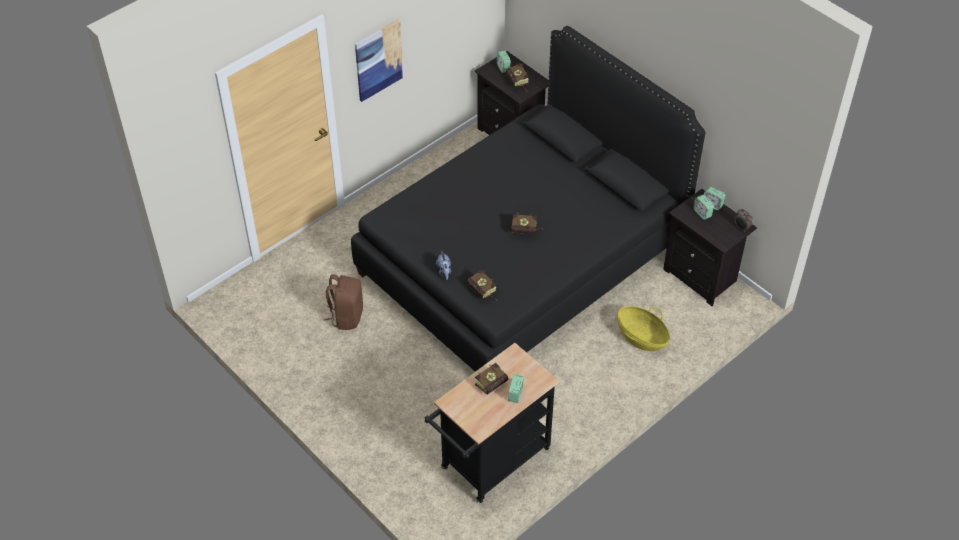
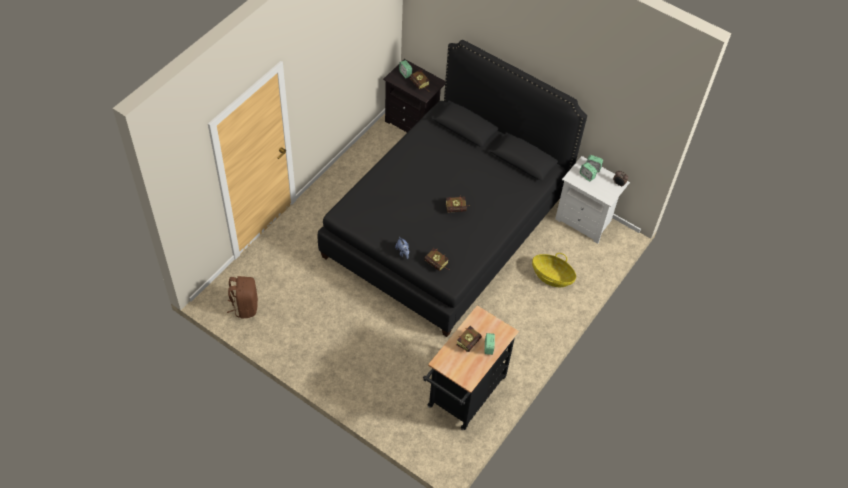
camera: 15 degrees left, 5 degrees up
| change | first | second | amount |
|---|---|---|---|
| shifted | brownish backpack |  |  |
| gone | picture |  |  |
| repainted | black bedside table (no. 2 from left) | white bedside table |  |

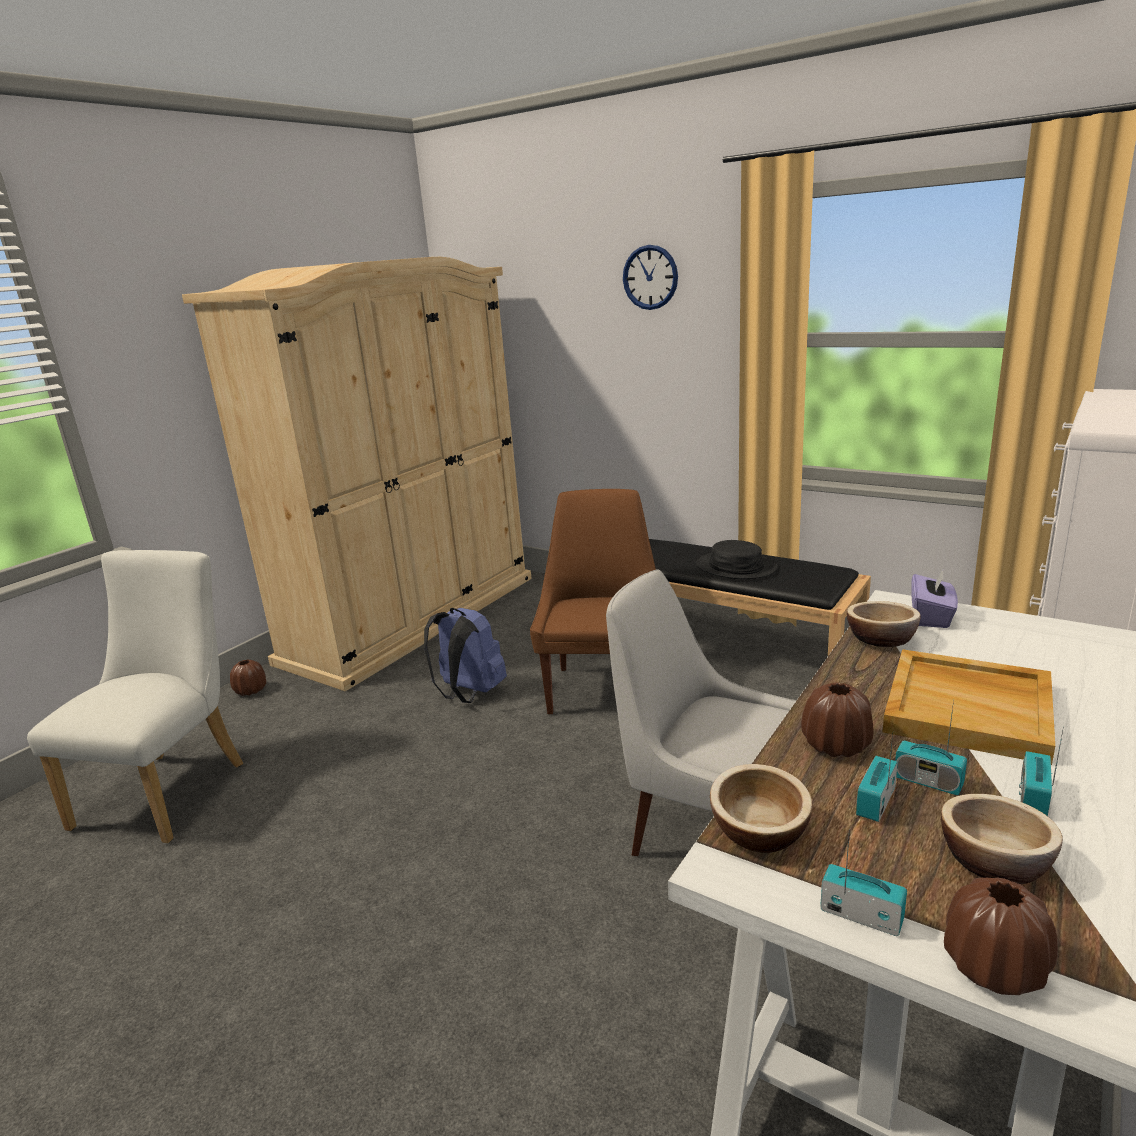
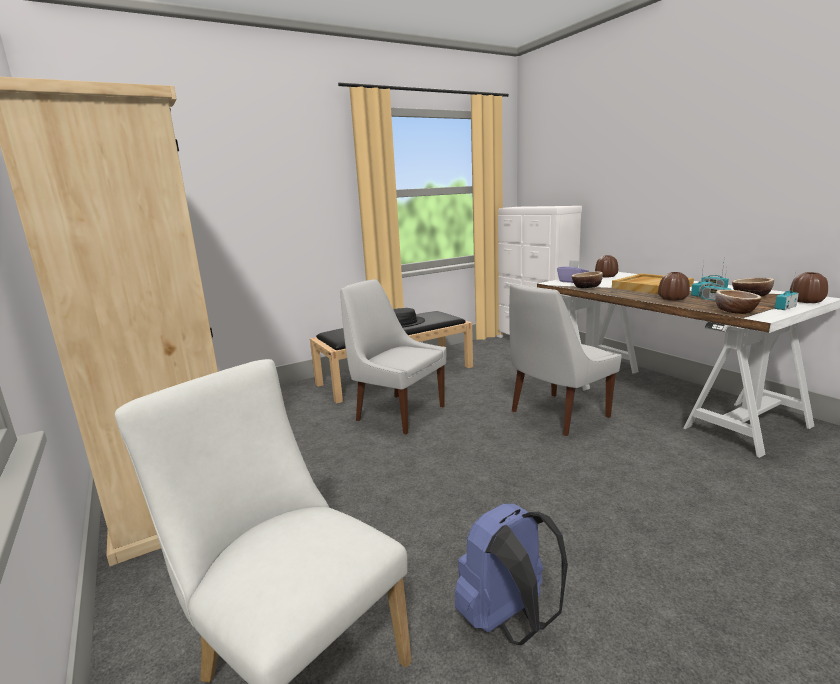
camera: 65 degrees left, 5 degrees down
| change | first | second | amount |
|---|---|---|---|
| shifted | brownish vase (no. 1 from left) |  |  |
| shifted | blue backpack |  |  |
| repainted | brownish upright chair | white upright chair (no. 2 from left) |  |
| gone | clock on the wall |  |  |

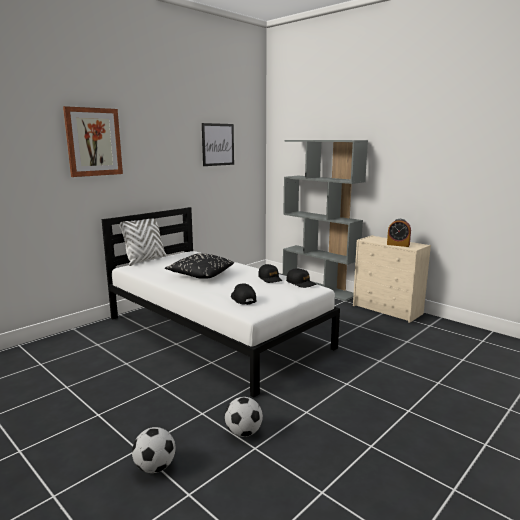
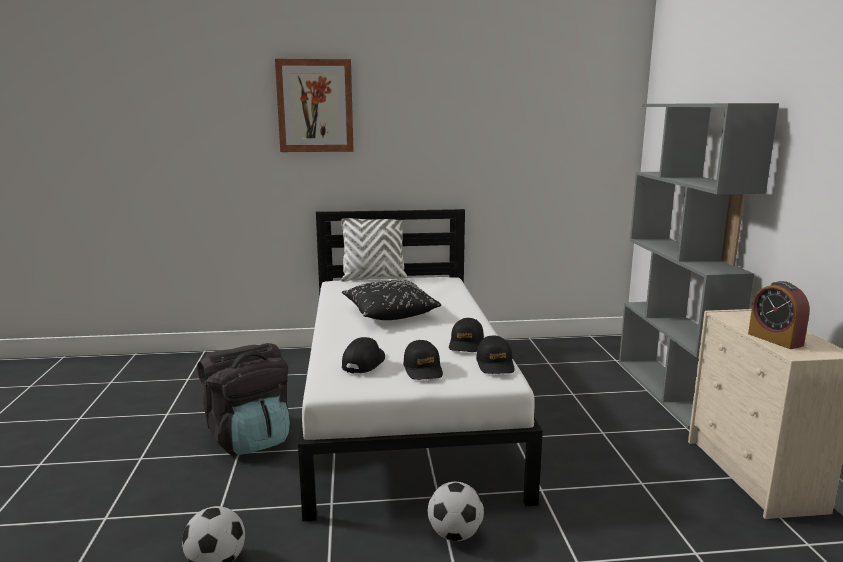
camera: 40 degrees right, 0 degrees up
| change | first | second | amount |
|---|---|---|---|
| shifted | football (no. 1 from left in the first image) | football (no. 2 from left) |  |
| gone | picture (no. 2 from left) |  |  |
| new |  | black backpack |  |
| new |  | black baseball cap (no. 2 from left) |  |

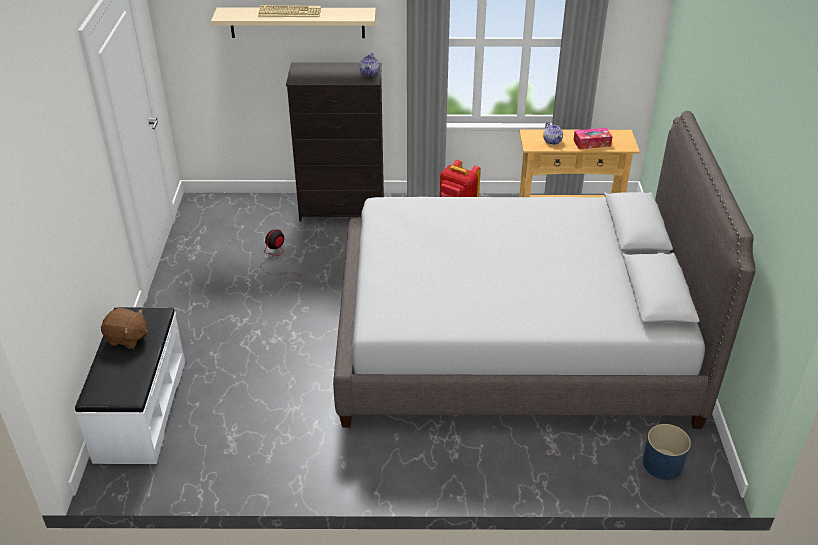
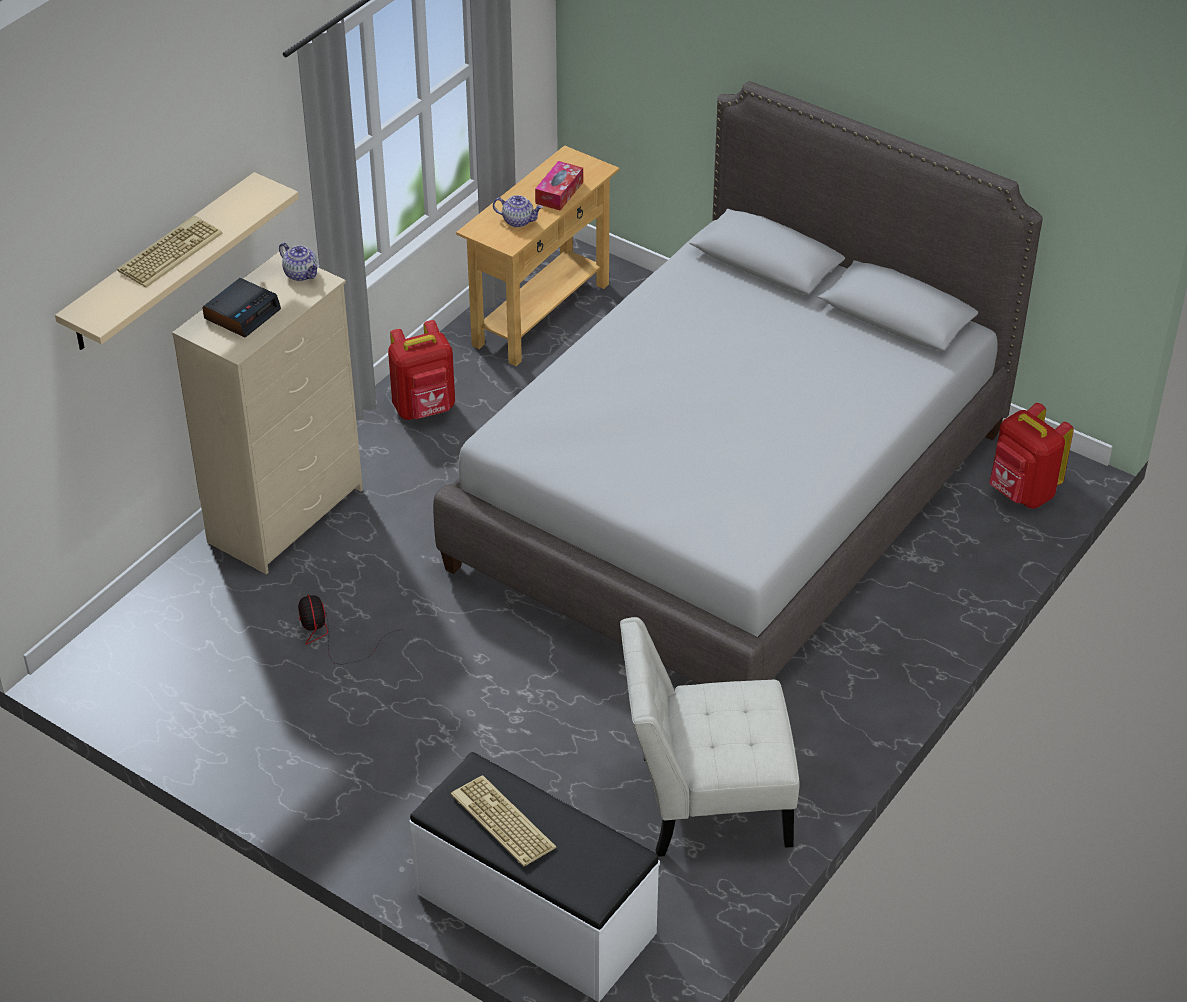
camera: 55 degrees left, 5 degrees up
| change | first | second | amount |
|---|---|---|---|
| swapped | brownish plush toy | PC keyboard (no. 2 from left) |  |
| repainted | black chest of drawers | beige-coloured chest of drawers |  |
| swapped | blue plant pot | red-coloured backpack (no. 2 from left) |  |
| new |  | alarm clock |  |
| new |  | white upright chair |  |

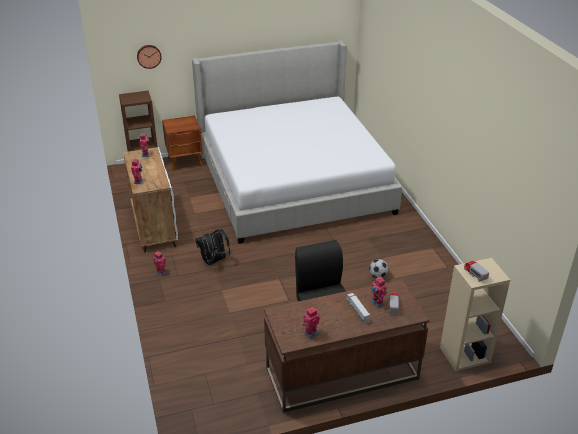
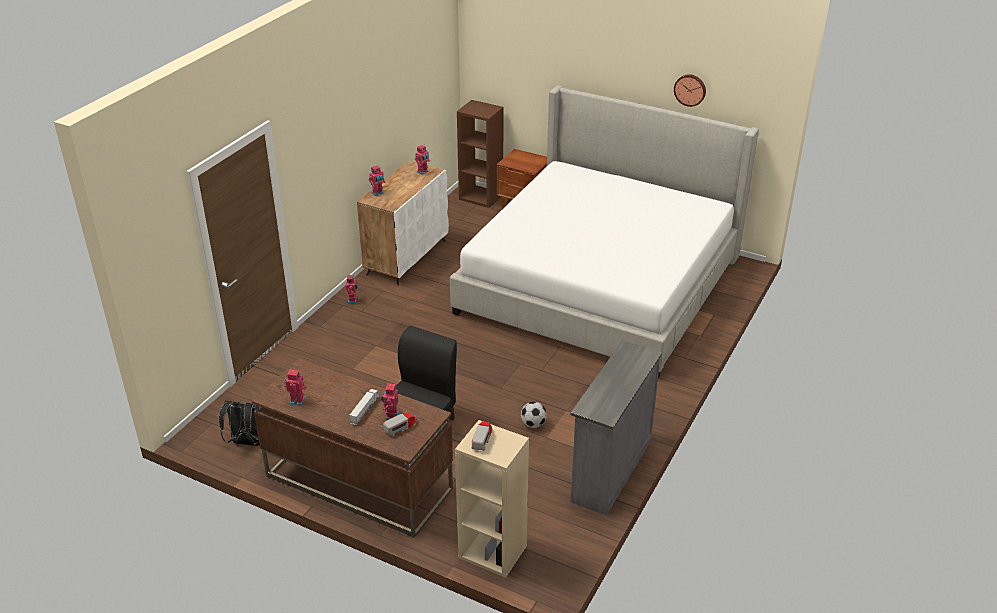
camera: 45 degrees right, 0 degrees up
| change | first | second | amount |
|---|---|---|---|
| shifted | clock on the wall |  |  |
| shifted | black backpack |  |  |
| new |  | greyish chest of drawers |  |

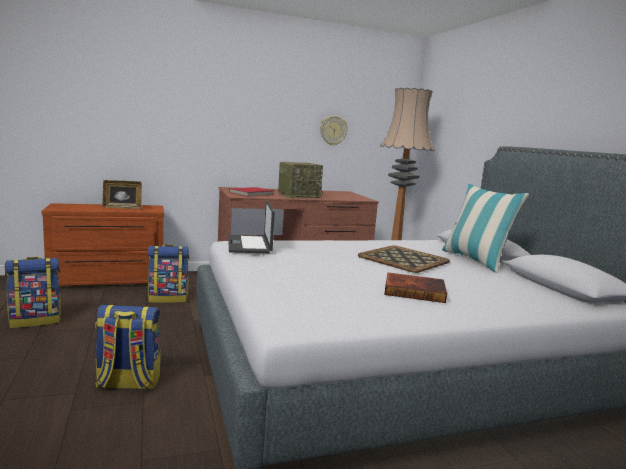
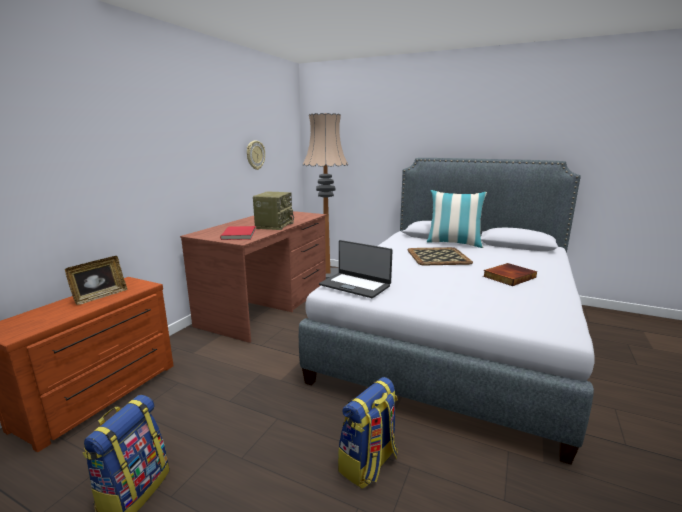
camera: 45 degrees left, 5 degrees up
| change | first | second | amount |
|---|---|---|---|
| gone | backpack (no. 3 from left) |  |  |

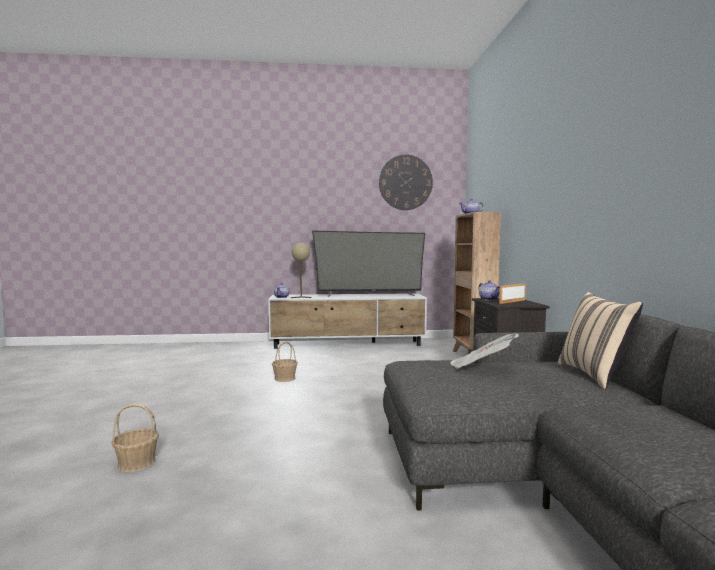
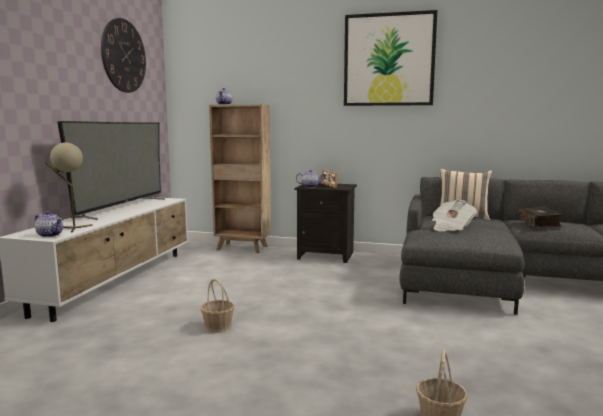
camera: 70 degrees left, 5 degrees up
| change | first | second | amount |
|---|---|---|---|
| new |  | picture |  |
| new |  | volume |  |

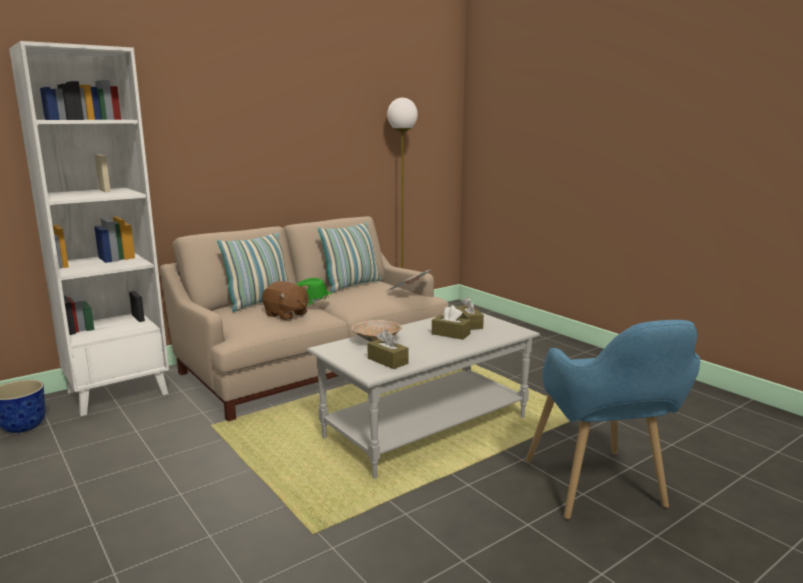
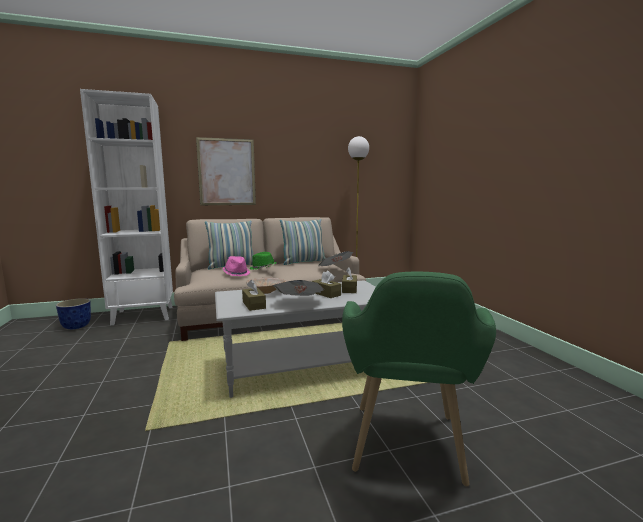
camera: 20 degrees right, 5 degrees down
| change | first | second | amount |
|---|---|---|---|
| swapped | brownish plush toy | pinkish hat |  |
| repainted | blue armchair | green-coloured armchair |  |
| new |  | picture |  |
| new |  | newspaper (no. 1 from left) |  |

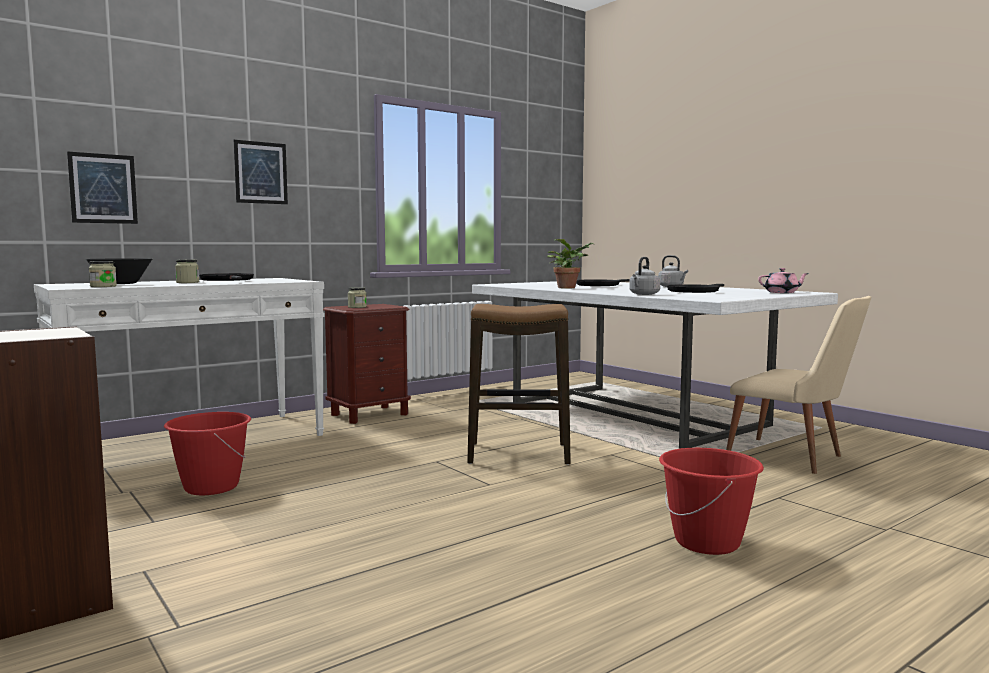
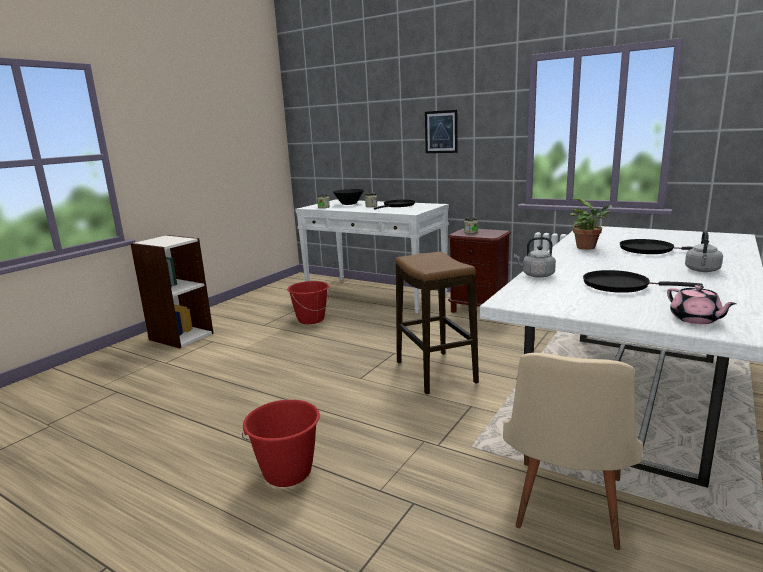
camera: 70 degrees right, 10 degrees up
| change | first | second | amount |
|---|---|---|---|
| gone | picture (no. 1 from left) |  |  |

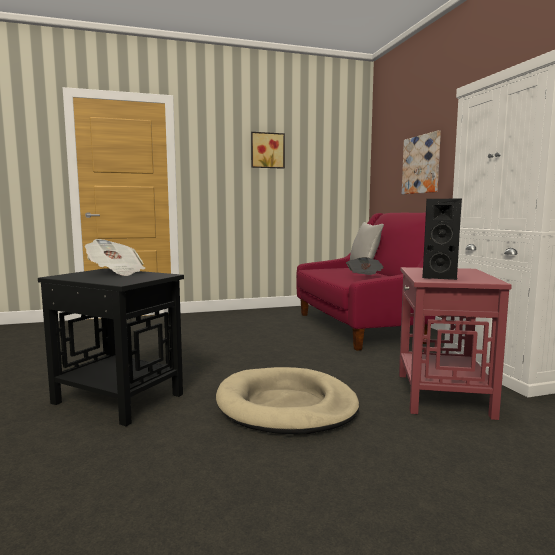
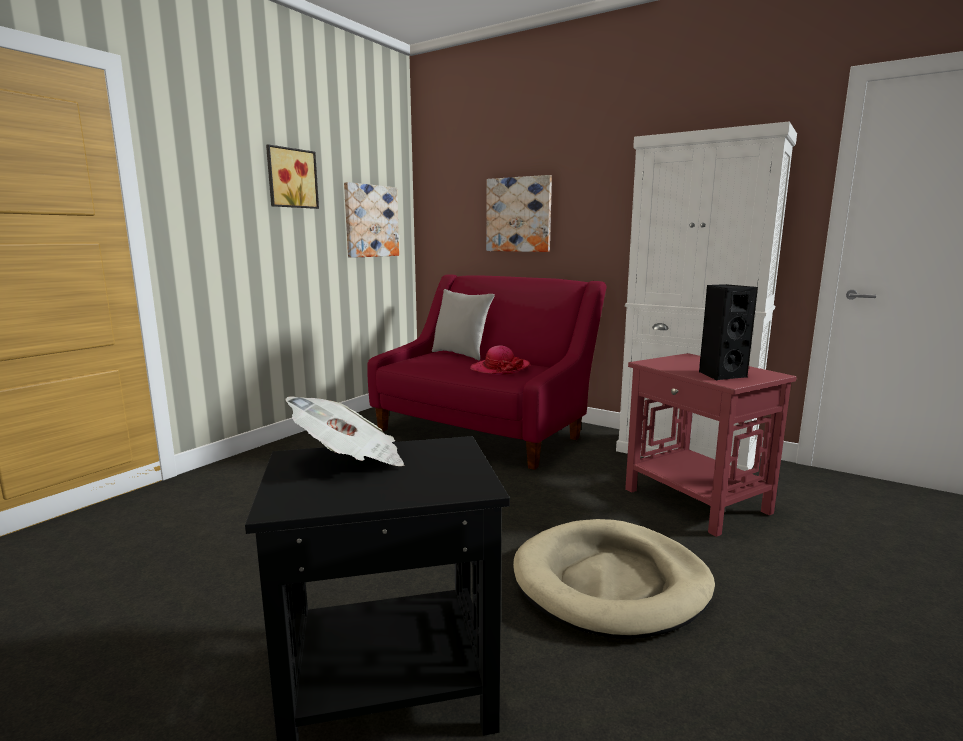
camera: 40 degrees left, 5 degrees up
| change | first | second | amount |
|---|---|---|---|
| swapped | newspaper (no. 2 from left) | hat |  |
| new |  | picture (no. 2 from left) |  |

